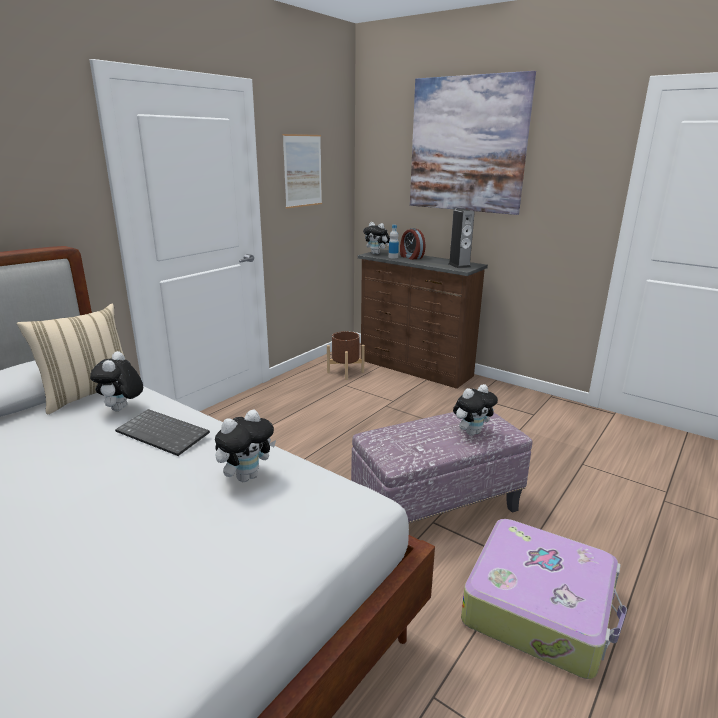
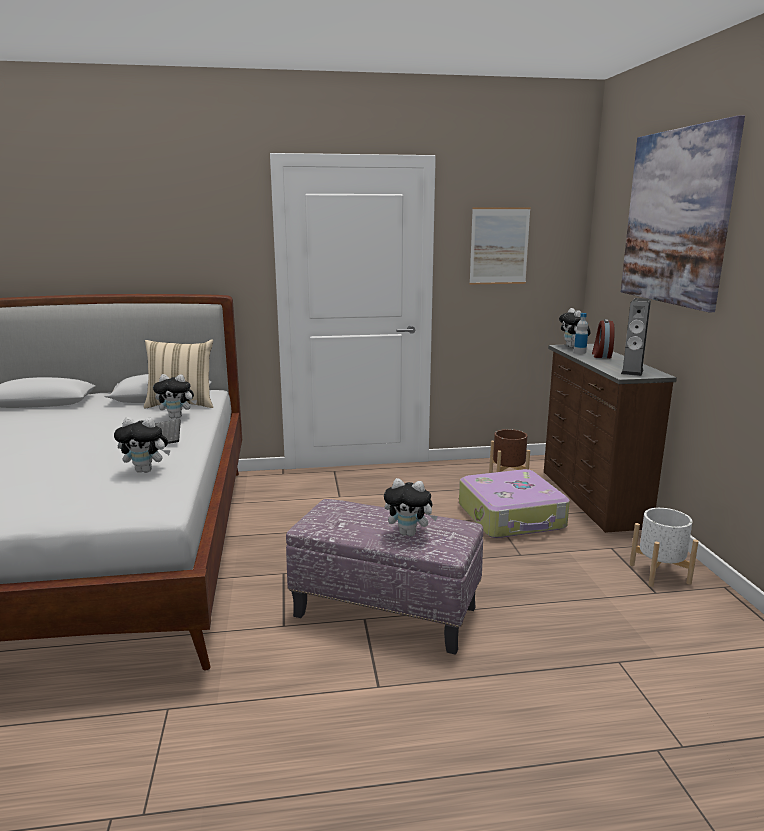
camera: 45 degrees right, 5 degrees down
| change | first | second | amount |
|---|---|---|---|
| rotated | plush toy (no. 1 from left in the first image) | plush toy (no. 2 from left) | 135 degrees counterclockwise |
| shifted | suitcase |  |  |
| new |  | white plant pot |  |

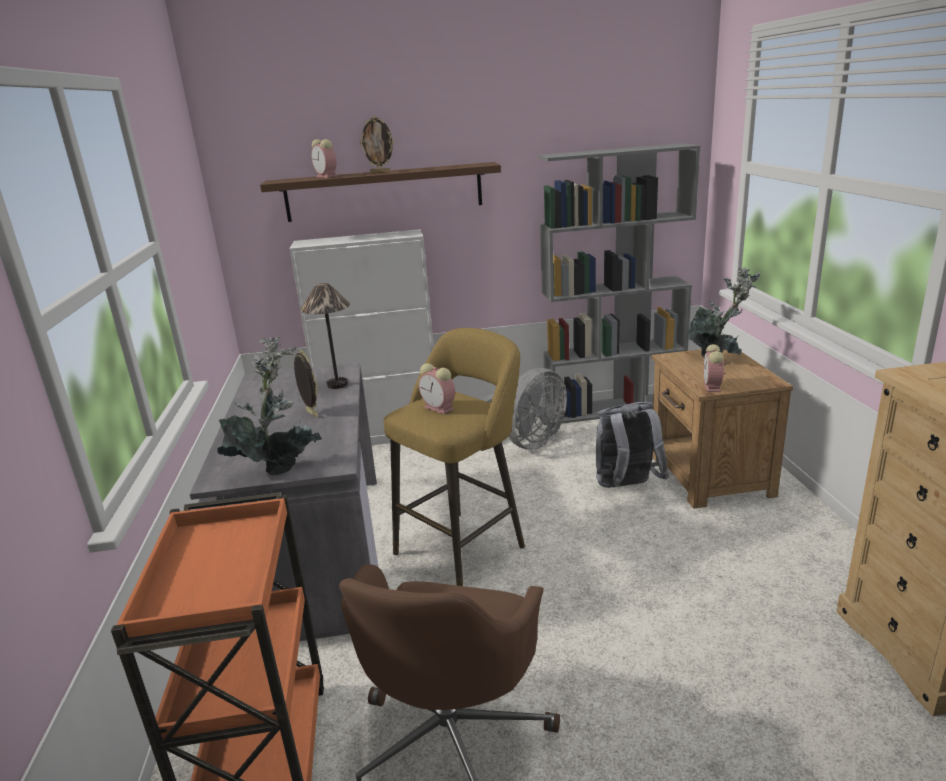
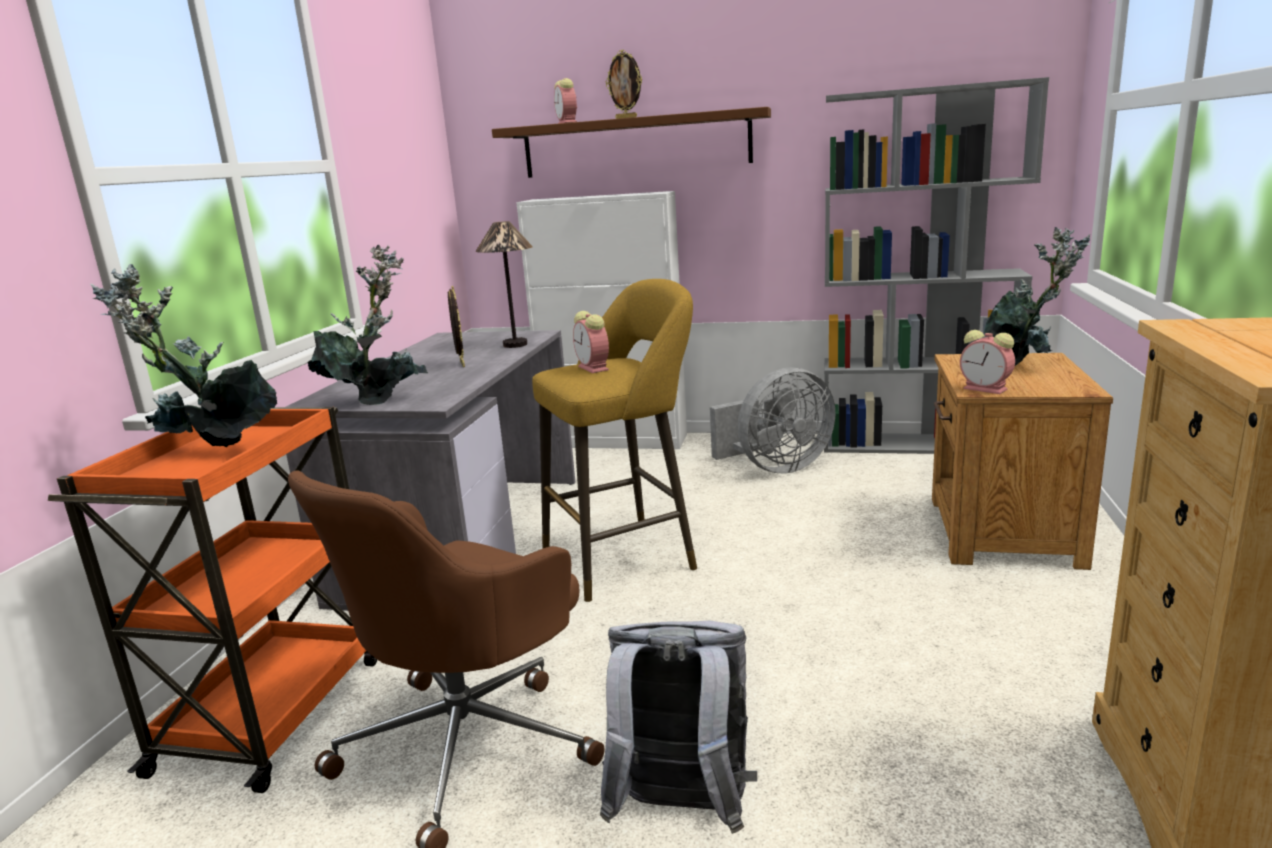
camera: 20 degrees right, 5 degrees down
| change | first | second | amount |
|---|---|---|---|
| shifted | greyish backpack |  |  |
| rotated | alarm clock (no. 3 from left) |  | 75 degrees counterclockwise |
| new |  | plant in a pot (no. 1 from left) |  |

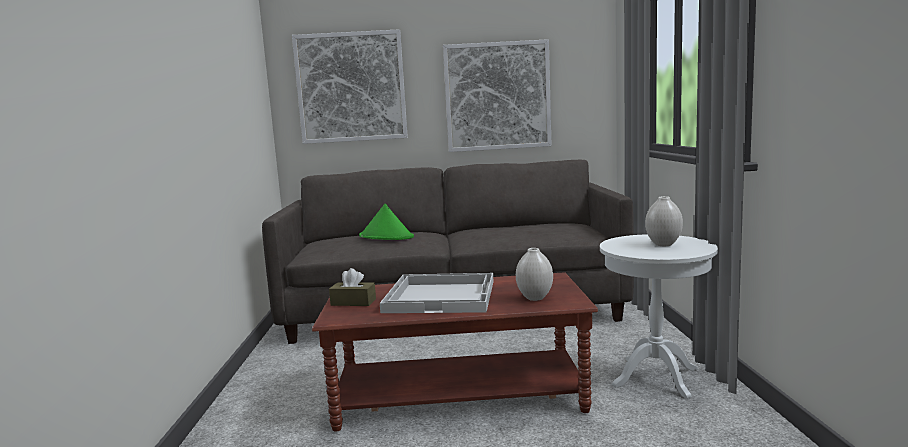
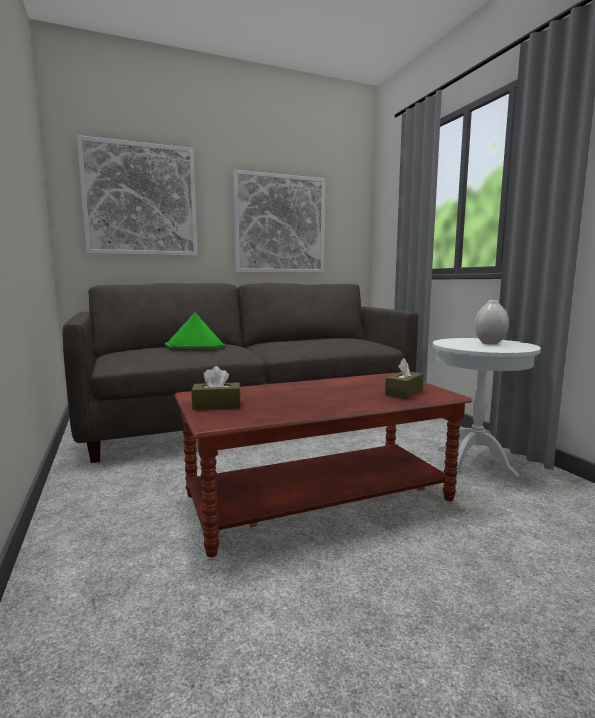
camera: 20 degrees left, 0 degrees up
| change | first | second | amount |
|---|---|---|---|
| gone | white tray |  |  |
| swapped | white vase (no. 1 from left) | brownish tissue box (no. 2 from left) |  |

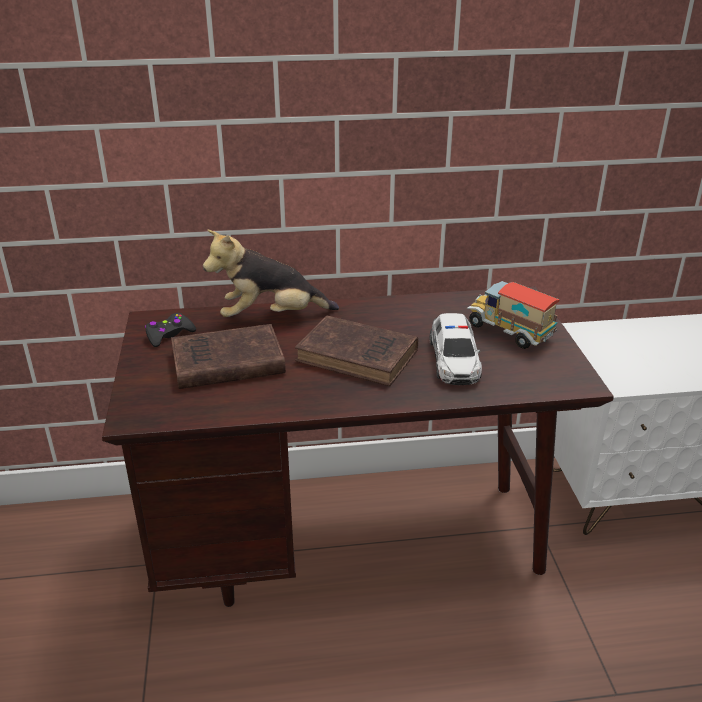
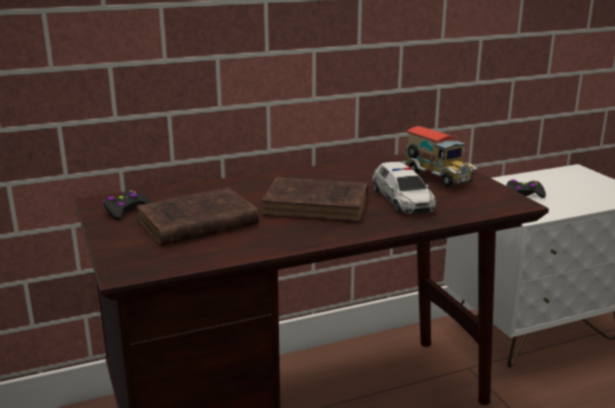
camera: 15 degrees left, 10 degrees down
| change | first | second | amount |
|---|---|---|---|
| gone | plush toy |  |  |
| rotated | model truck |  | 150 degrees counterclockwise |
| new |  | black joypad (no. 2 from left) |  |

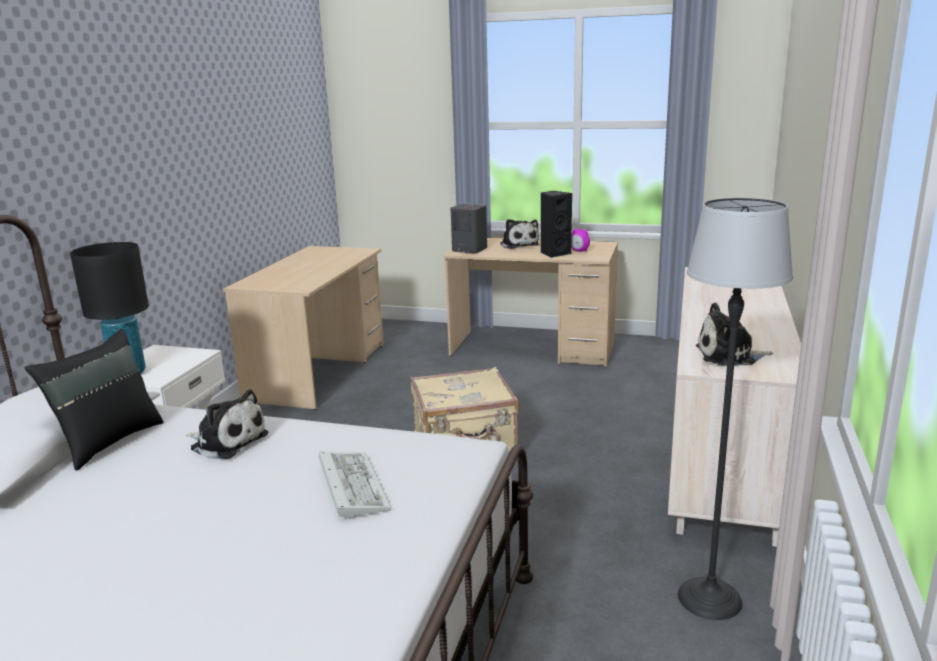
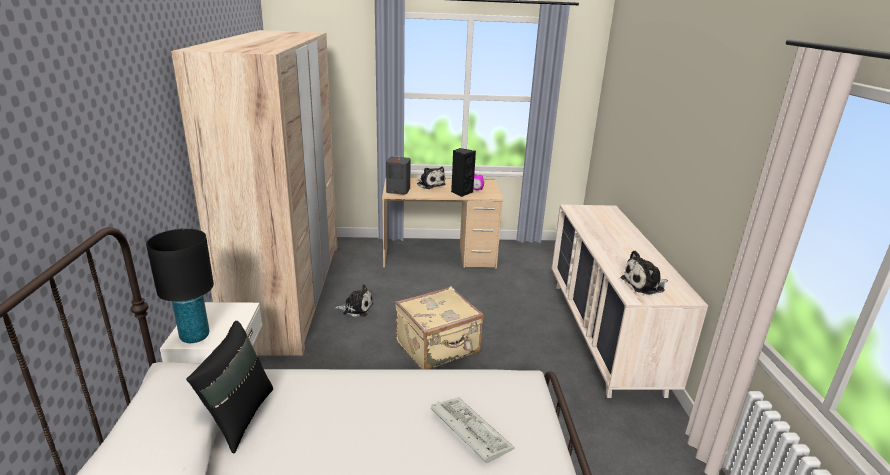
camera: 20 degrees left, 5 degrees up
| change | first | second | amount |
|---|---|---|---|
| shifted | plush toy (no. 1 from left) |  |  |
| swapped | beige-coloured desk unit (no. 1 from left) | beige-coloured clothes cupboard |  |
| gone | standing lamp |  |  |

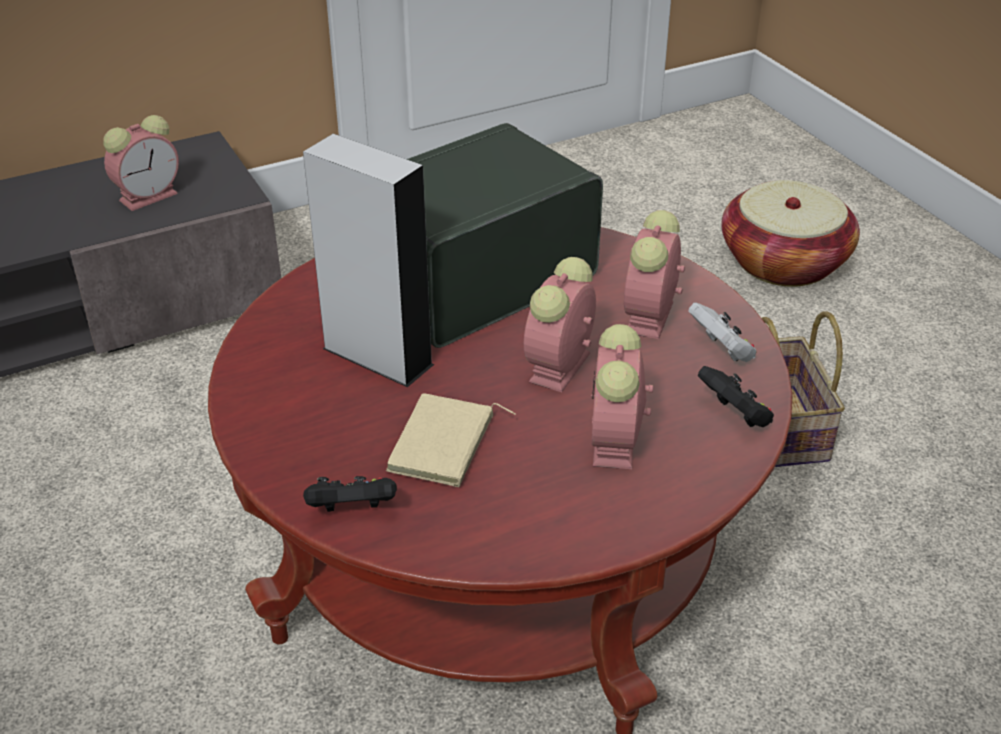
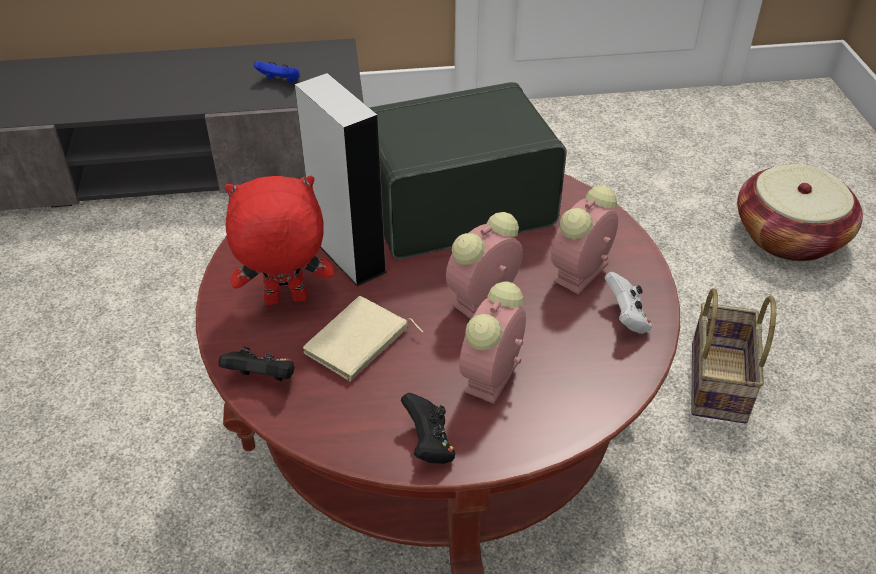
camera: 20 degrees right, 5 degrees up
| change | first | second | amount |
|---|---|---|---|
| swapped | alarm clock (no. 1 from left) | blue joypad |  |
| shifted | black joypad (no. 2 from left) |  |  |
| new |  | red-coloured plush toy |  |

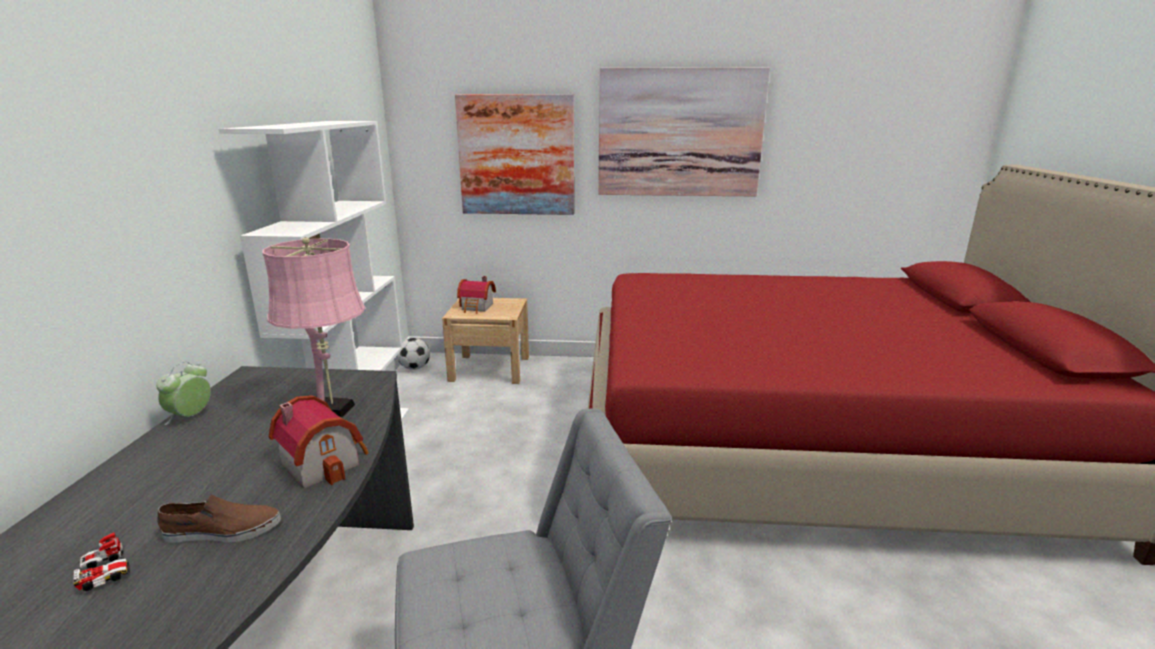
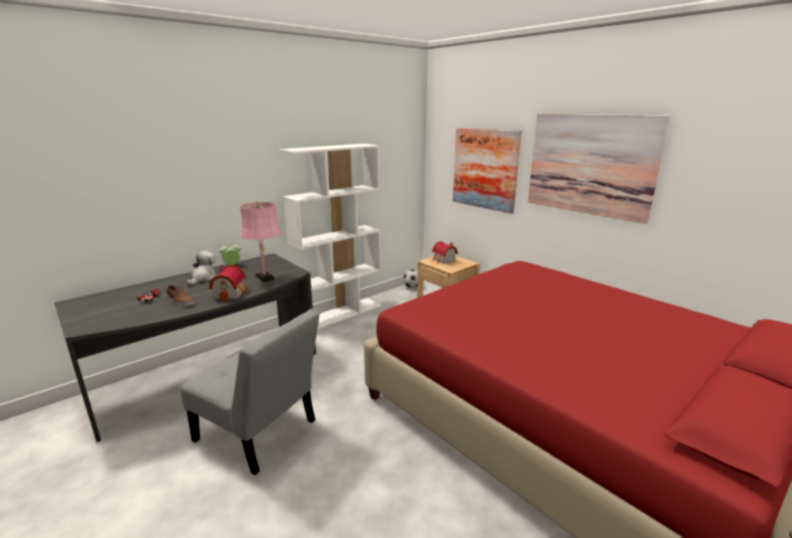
camera: 45 degrees right, 0 degrees up
| change | first | second | amount |
|---|---|---|---|
| new |  | plush toy |  |

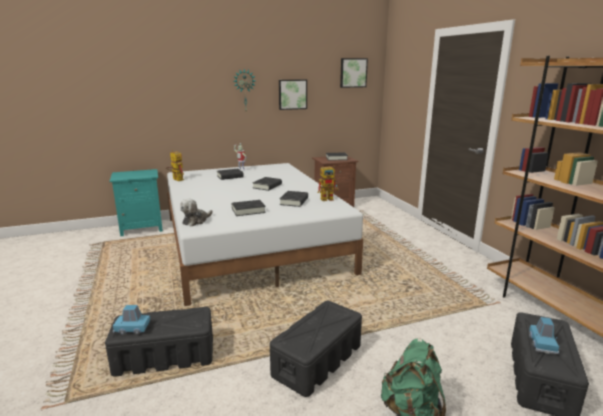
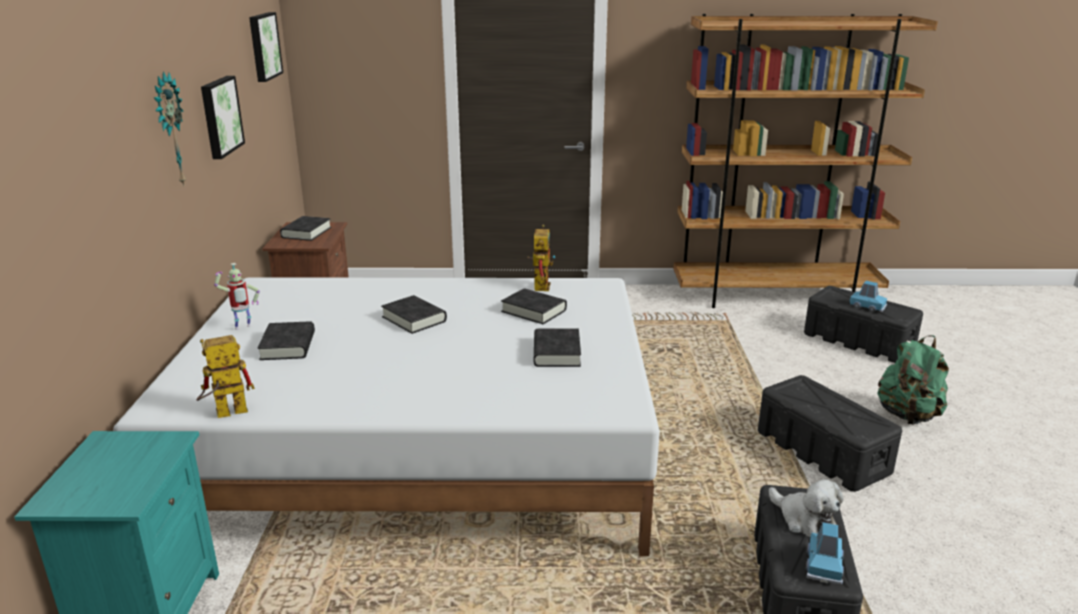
camera: 70 degrees left, 5 degrees up
| change | first | second | amount |
|---|---|---|---|
| shifted | plush toy |  |  |

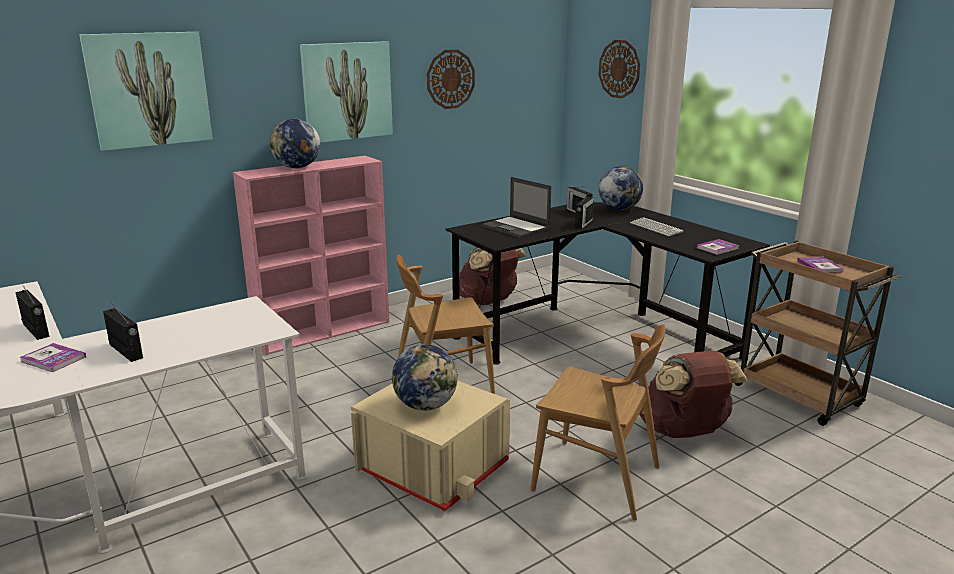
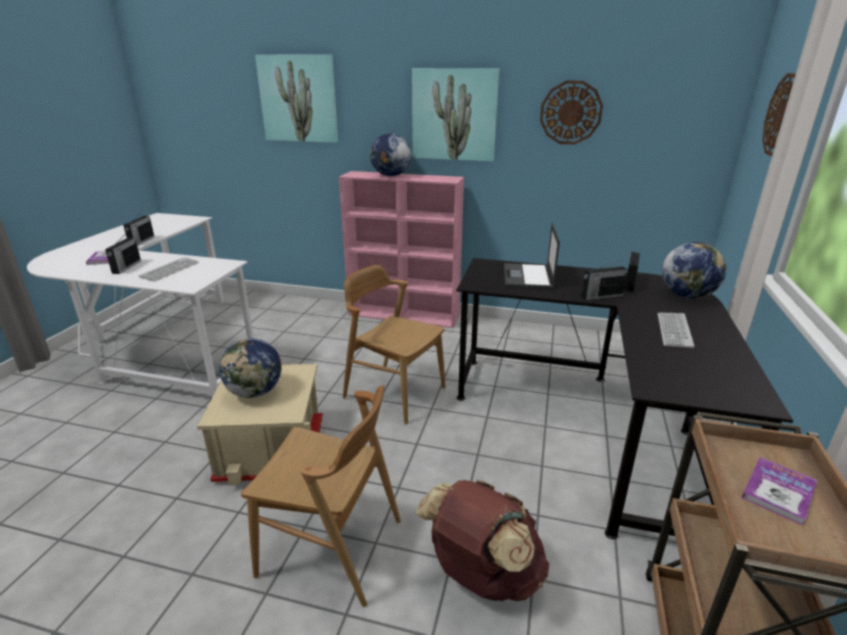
camera: 50 degrees right, 5 degrees up
| change | first | second | amount |
|---|---|---|---|
| gone | brownish backpack (no. 1 from left) |  |  |
| rotated | brownish upright chair (no. 2 from left in the first image) | brownish upright chair (no. 1 from left) | 60 degrees counterclockwise |
| gone | volume (no. 2 from left) |  |  |
| new |  | PC keyboard (no. 1 from left) |  |

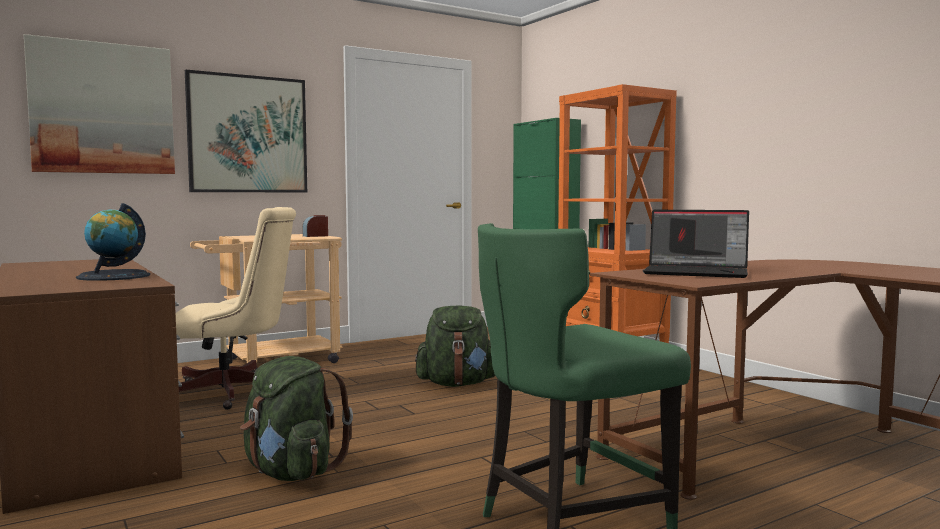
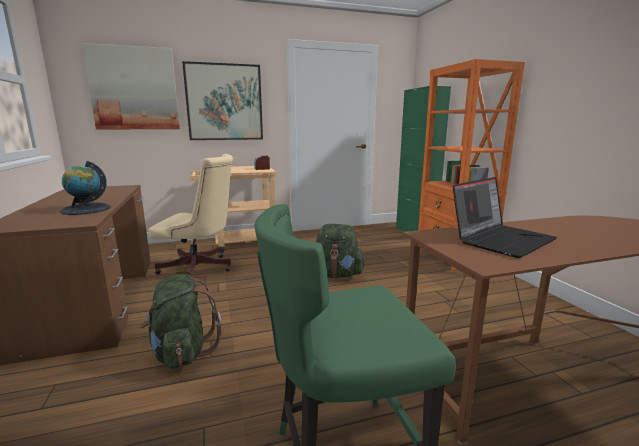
camera: 15 degrees right, 10 degrees up
| change | first | second | amount |
|---|---|---|---|
| rotated | laptop |  | 75 degrees counterclockwise |

